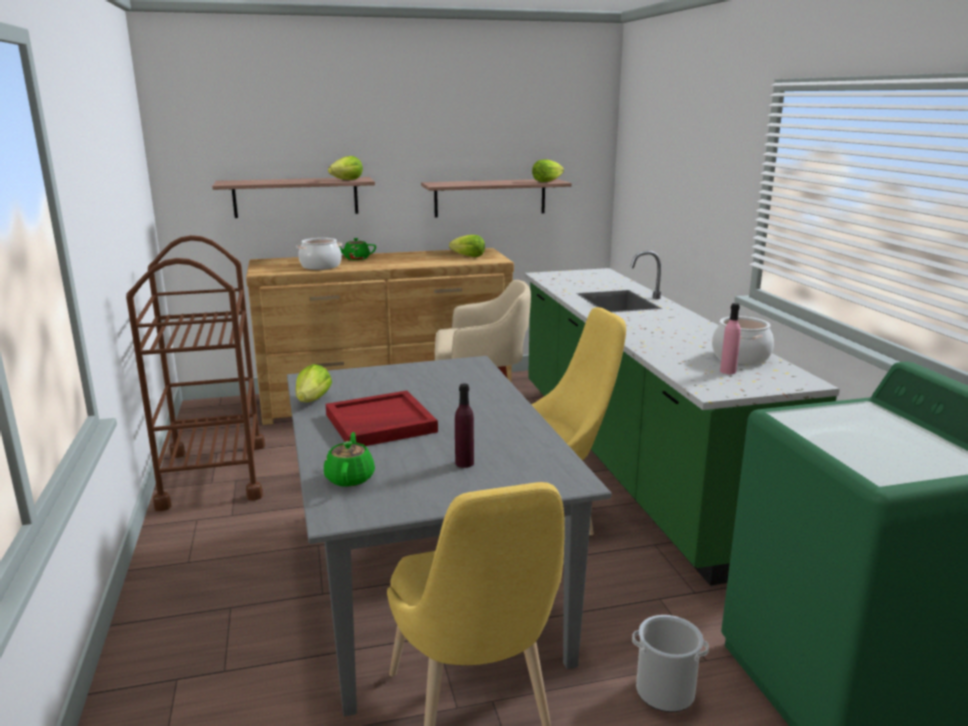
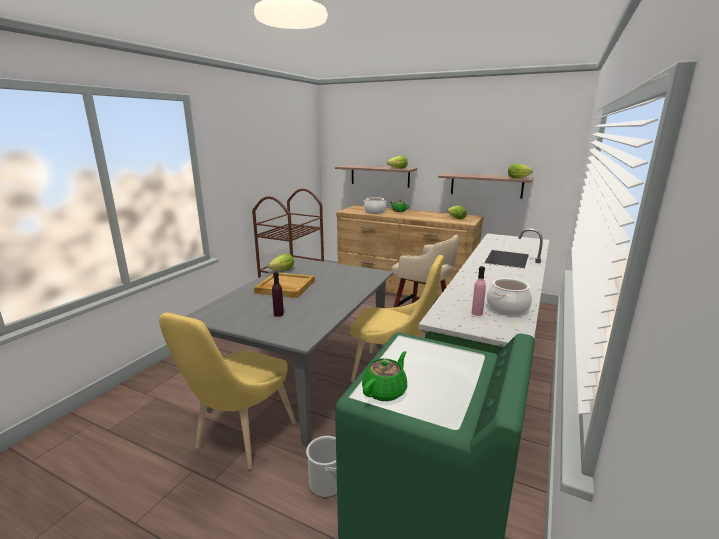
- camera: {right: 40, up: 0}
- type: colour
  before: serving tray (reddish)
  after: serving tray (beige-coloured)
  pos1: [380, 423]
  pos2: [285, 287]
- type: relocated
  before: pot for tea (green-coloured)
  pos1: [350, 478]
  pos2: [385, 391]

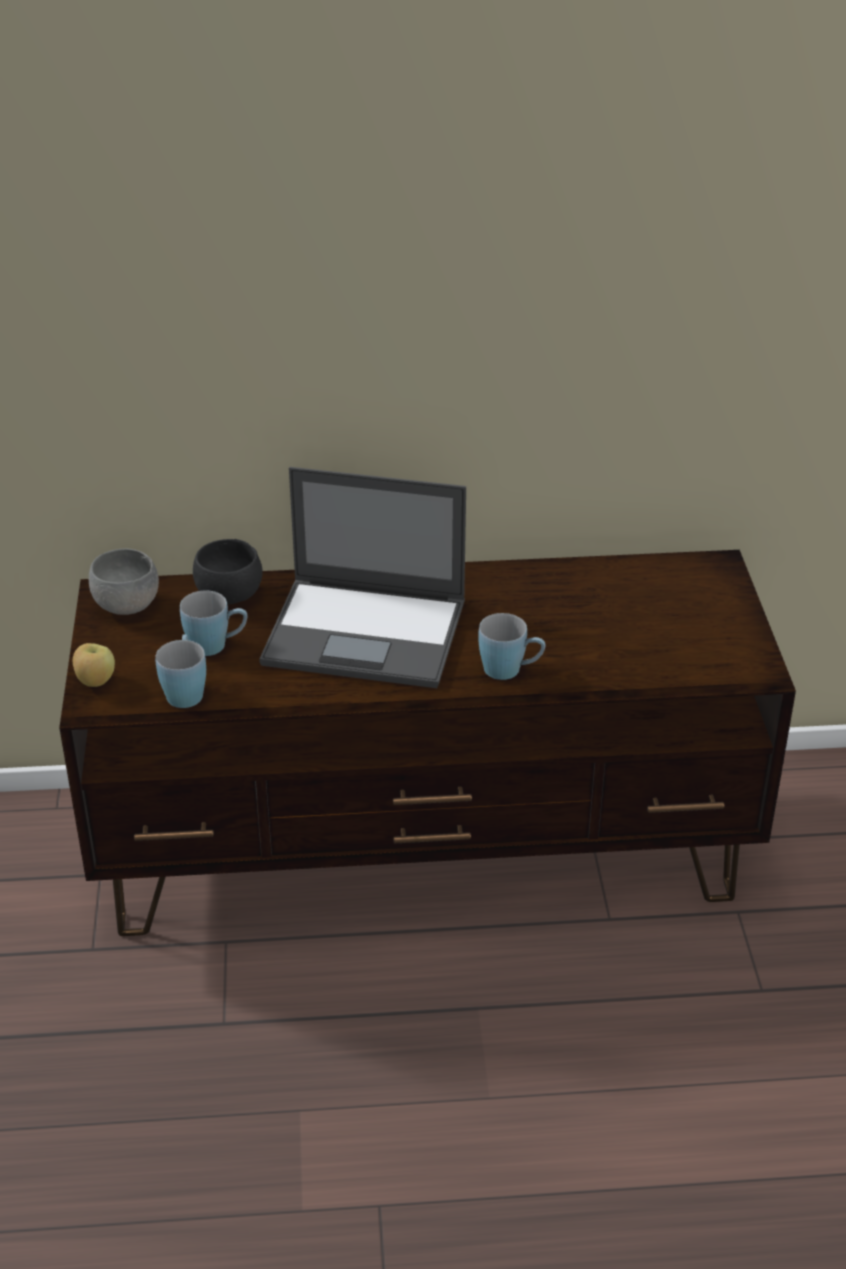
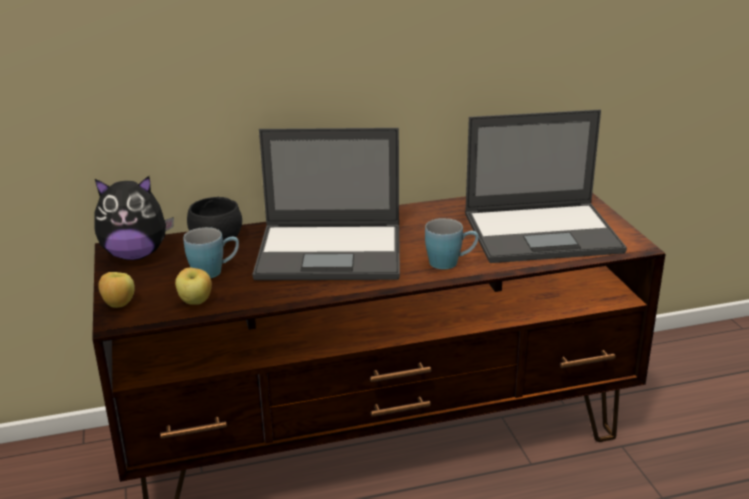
- camera: {right: -10, up: -10}
- type: exchanged
  before: deep dish (greyish)
  after: plush toy
  pos1: [127, 605]
  pos2: [136, 255]
- type: exchanged
  before: tea mug (blue-coloured)
  after: apple
  pos1: [185, 690]
  pos2: [195, 302]
- type: appeared
  after: portable computer
  pos2: [543, 233]

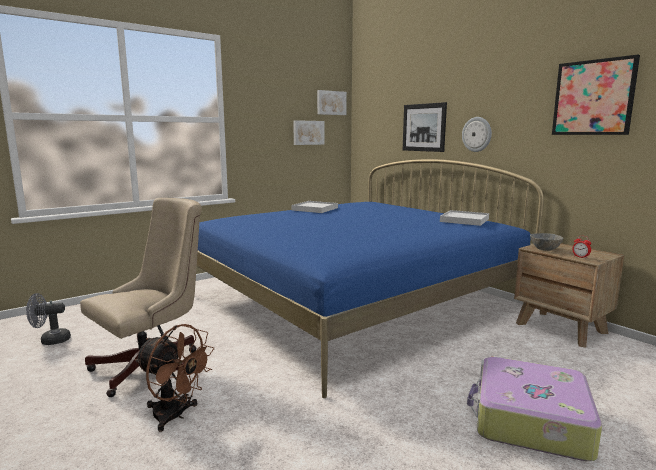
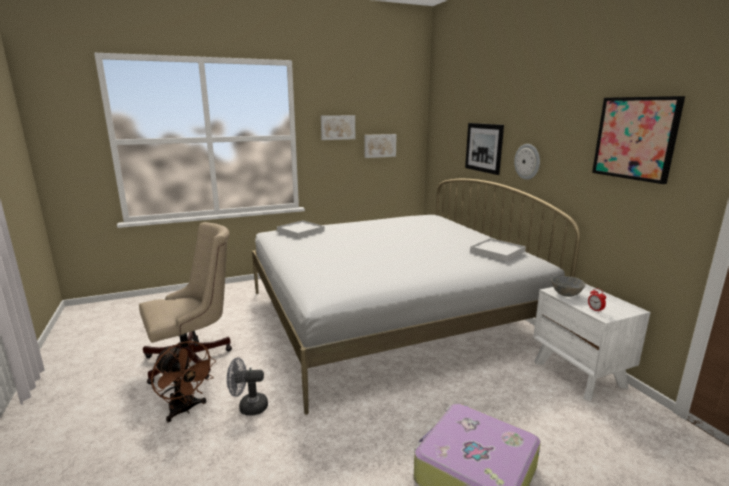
- camera: {right: 15, up: 5}
- type: relocated
  before: fan (greyish)
  pos1: [50, 340]
  pos2: [248, 407]
- type: colour
  before: bed (blue-coloured)
  after: bed (whitish)
  pos1: [354, 302]
  pos2: [390, 316]
- type: relocated
  before: serving tray (whitish)
  pos1: [315, 209]
  pos2: [301, 231]
- type: relocated
  before: wall picture
  pos1: [331, 103]
  pos2: [337, 127]
- type: colour
  before: bedside table (brown)
  after: bedside table (whitish)
  pos1: [561, 328]
  pos2: [579, 374]

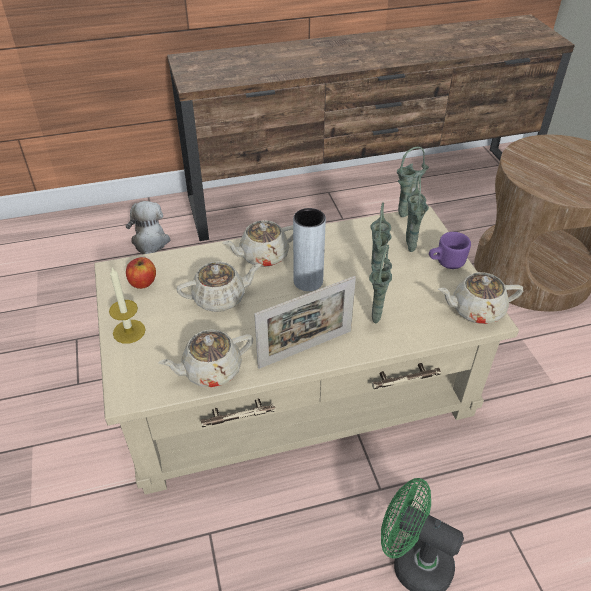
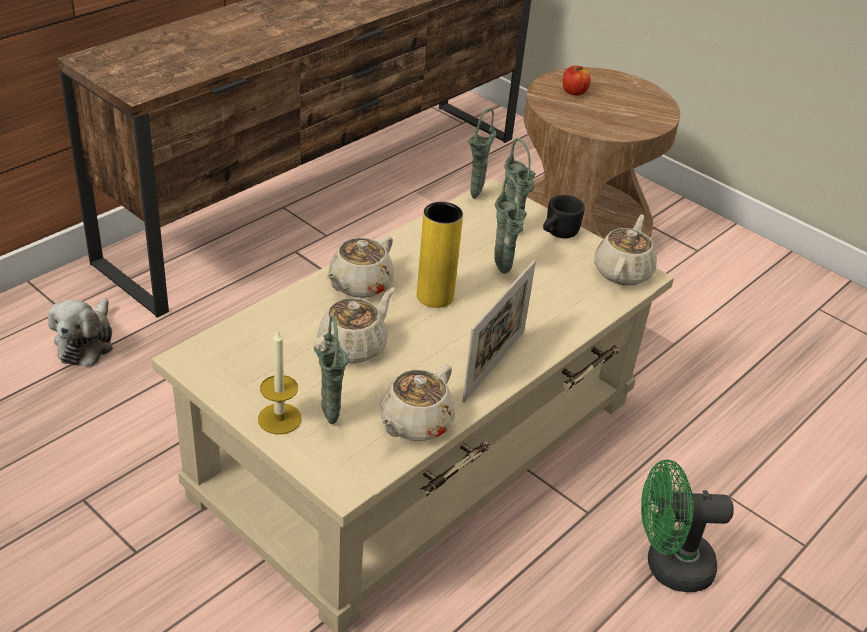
- camera: {right: -35, up: -5}
- type: spun
  before: plush toy
  pos1: [150, 243]
  pos2: [86, 342]
  turn: -135
- type: relocated
  before: vase (green-coloured)
  pos1: [375, 318]
  pos2: [329, 417]
- type: colour
  before: vase (greyish)
  after: vase (yellowish)
  pos1: [308, 281]
  pos2: [435, 296]
- type: colour
  before: tea mug (purplish)
  after: tea mug (black-coloured)
  pos1: [445, 262]
  pos2: [557, 233]
- type: relocated
  before: apple
  pos1: [143, 282]
  pos2: [574, 92]
- type: spun
  before: pot for tea (beige-coloured)
  pos1: [476, 310]
  pos2: [623, 271]
  turn: 150

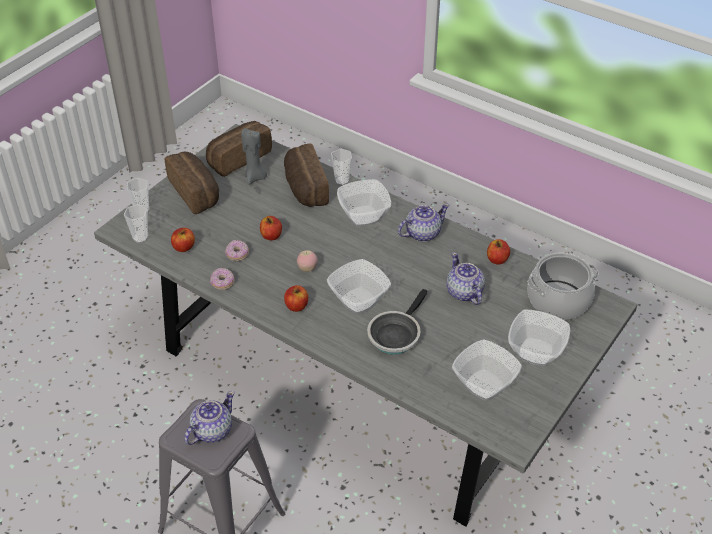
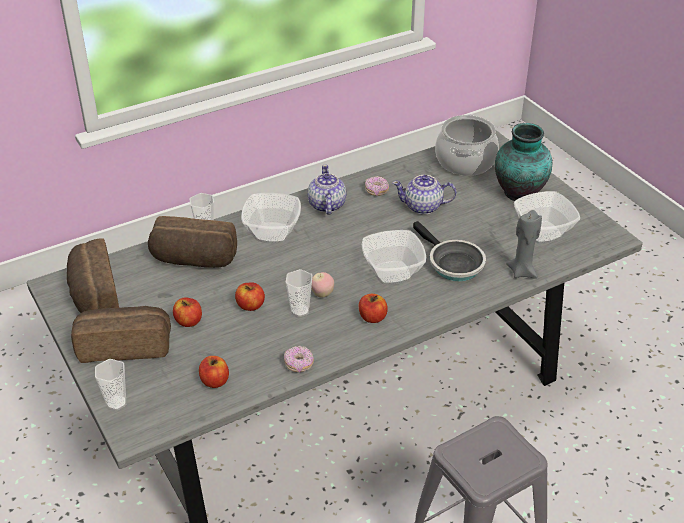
- camera: {right: -65, up: -5}
- type: relocated
  before: apple
  pos1: [497, 259]
  pos2: [188, 321]
- type: relocated
  before: cup
  pos1: [140, 238]
  pos2: [300, 310]
- type: relocated
  before: ring doughnut
  pos1: [237, 254]
  pos2: [376, 191]
- type: exchanged
  before: deep dish
  after: vase
  pos1: [534, 352]
  pos2: [519, 194]
- type: relocated
  before: candle (greyish)
  pos1: [255, 178]
  pos2: [522, 272]
- type: missing
  before: pot for tea
  pos1: [211, 431]

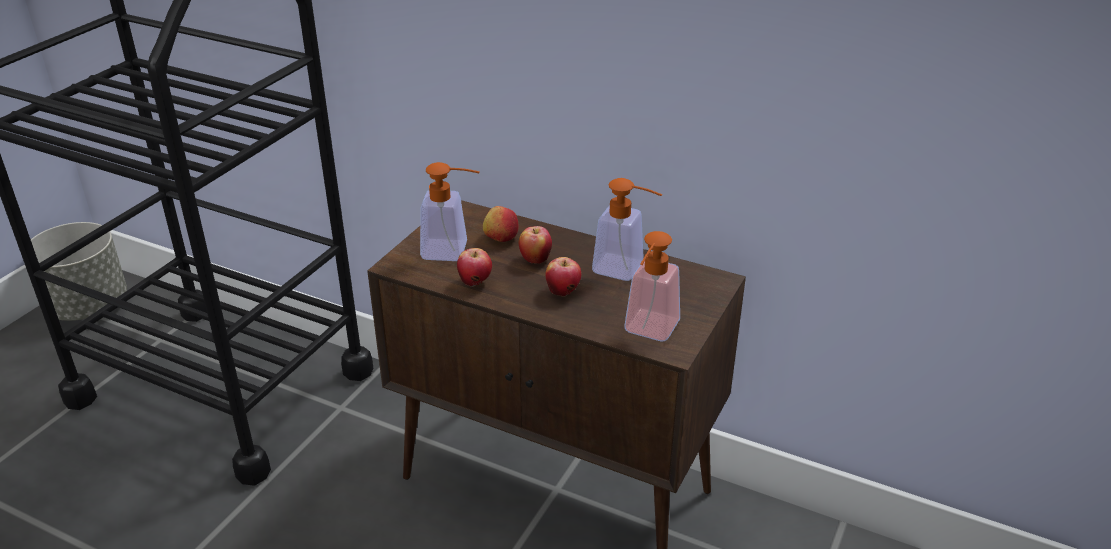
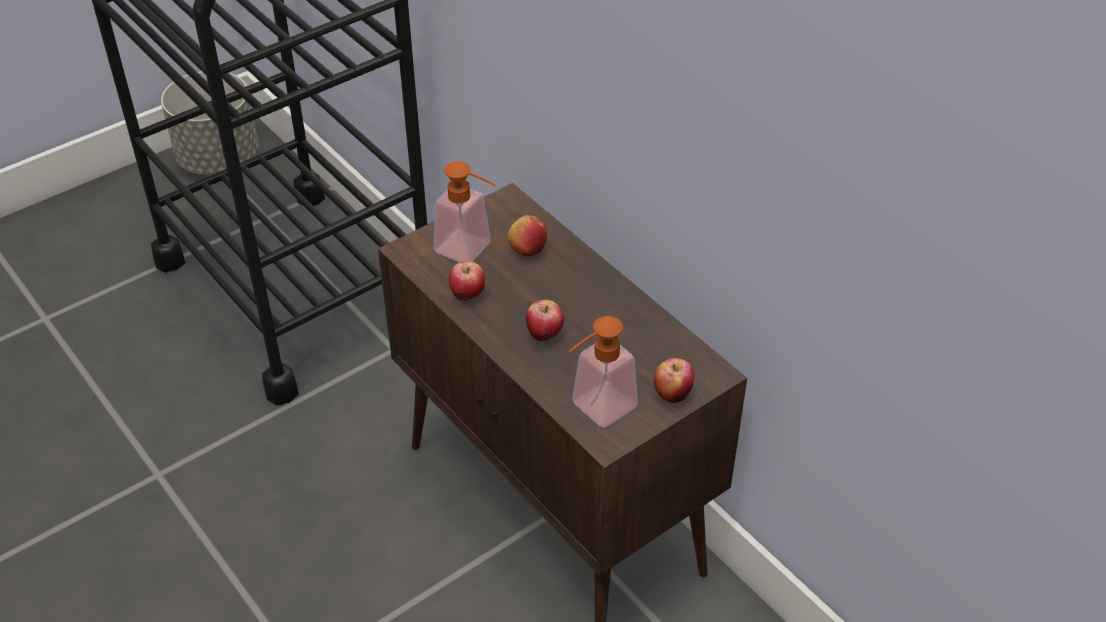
- camera: {right: 25, up: 10}
- type: relocated
  before: apple
  pos1: [535, 260]
  pos2: [672, 394]
- type: missing
  before: soap bottle
  pos1: [626, 270]

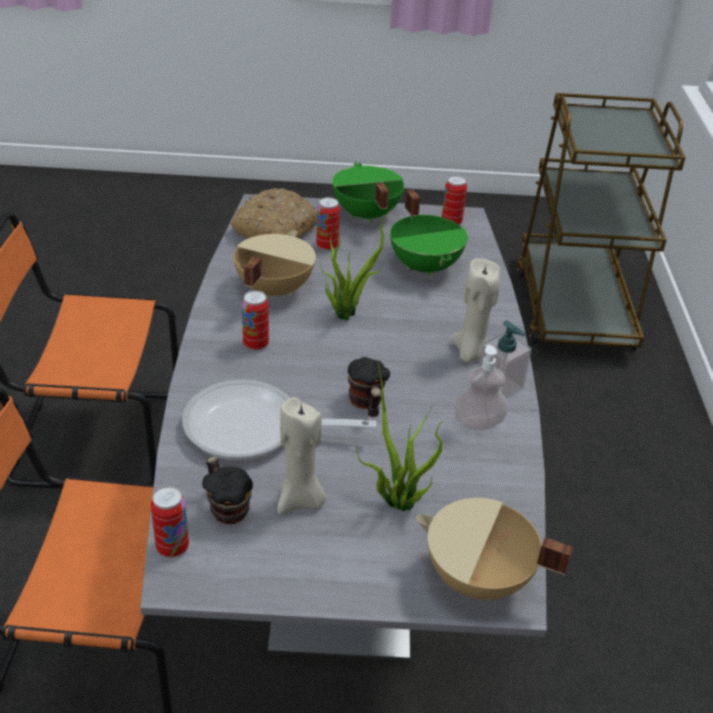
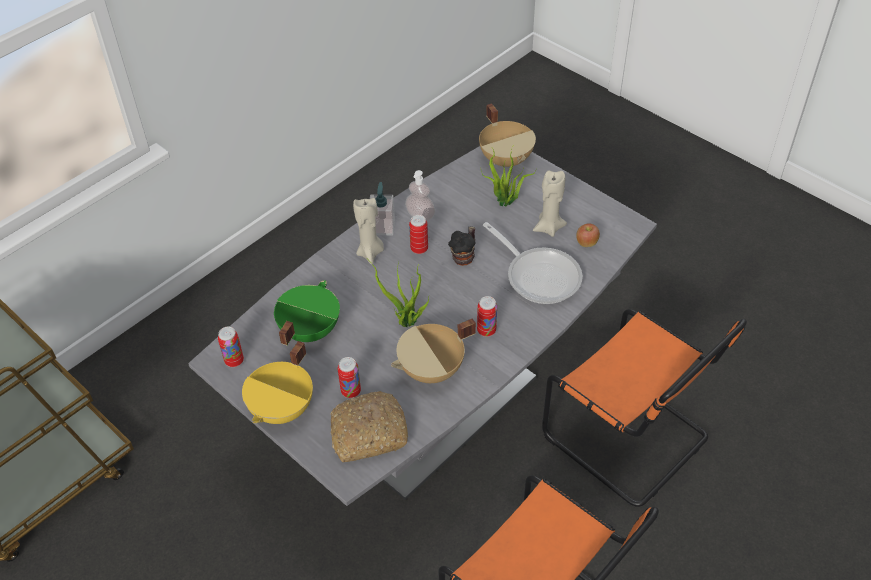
- camera: {right: -135, up: 10}
- type: colour
  before: stockpot (green-coloured)
  after: stockpot (yellowish)
  pos1: [365, 215]
  pos2: [283, 409]
- type: relocated
  before: can
  pos1: [172, 547]
  pos2: [419, 249]
- type: exchanged
  before: tea mug
  after: apple
  pos1: [227, 507]
  pos2: [586, 243]

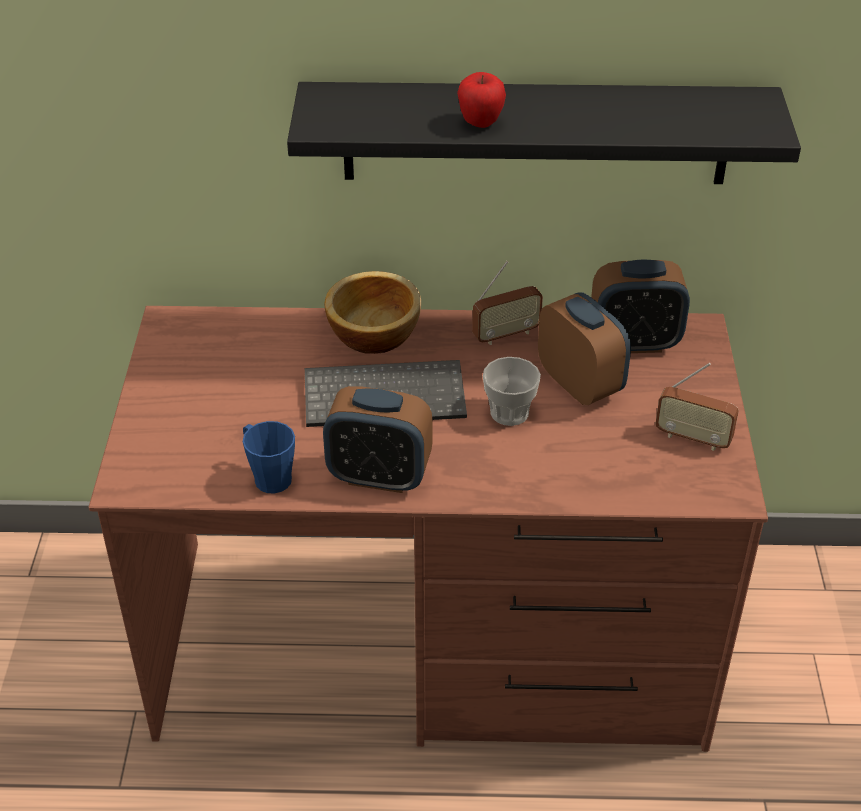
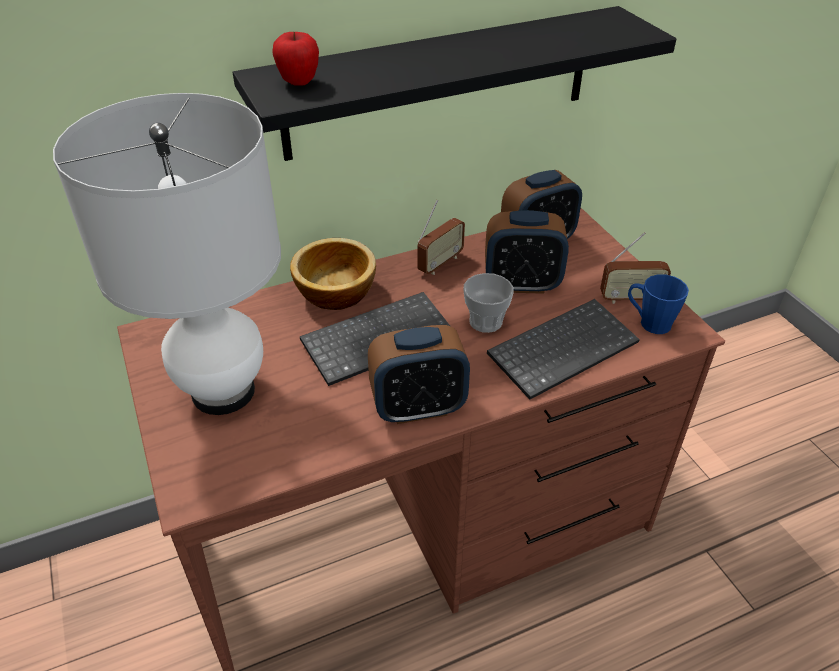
- camera: {right: -25, up: 0}
- type: appeared
  after: tabletop lamp (whitish)
  pos2: [223, 391]
- type: relocated
  before: apple
  pos1: [480, 123]
  pos2: [299, 82]
- type: spun
  before: alarm clock
  pos1: [580, 384]
  pos2: [521, 284]
  turn: 150
- type: appeared
  after: keyboard
  pos2: [562, 348]
- type: relocated
  before: tea mug (blue-coloured)
  pos1: [268, 476]
  pos2: [649, 322]

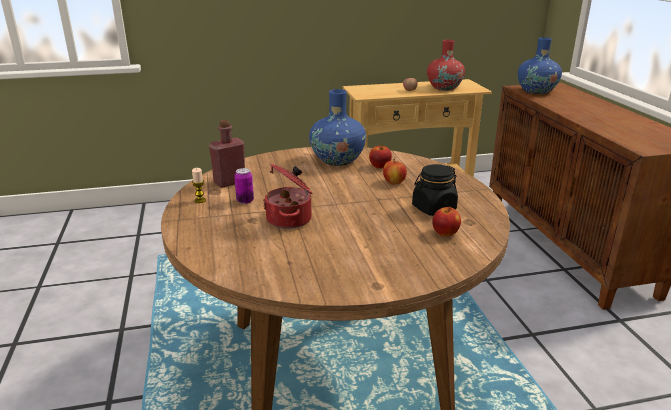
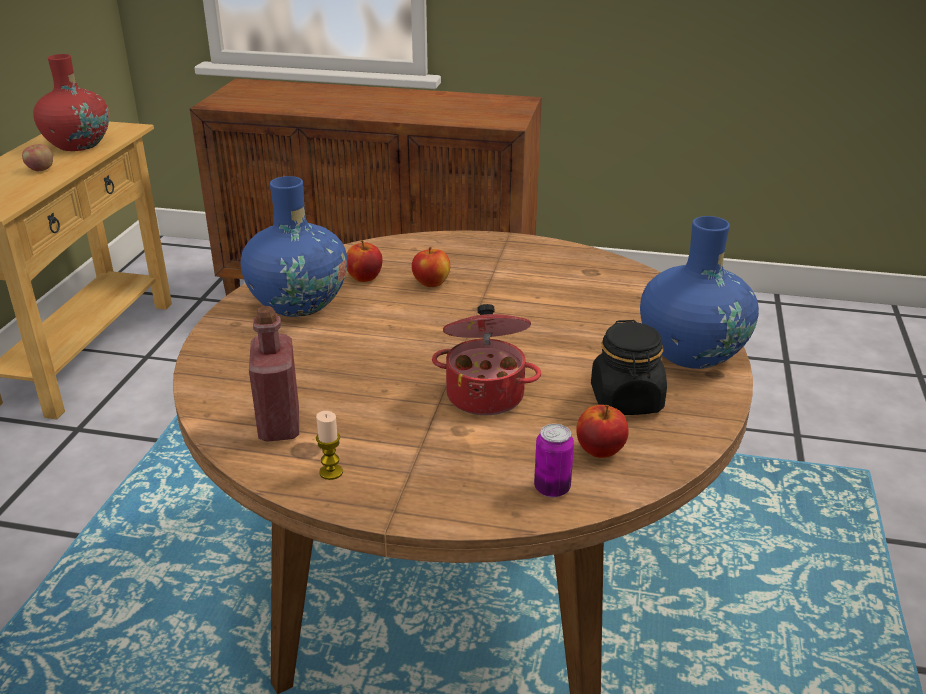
- camera: {right: -65, up: 5}
- type: relocated
  before: can
  pos1: [245, 201]
  pos2: [552, 488]
- type: relocated
  before: apple
  pos1: [445, 233]
  pos2: [600, 450]
- type: relocated
  before: storage jar (black-coloured)
  pos1: [433, 208]
  pos2: [626, 400]
- type: relocated
  before: vase (blue-coloured)
  pos1: [536, 91]
  pos2: [691, 352]

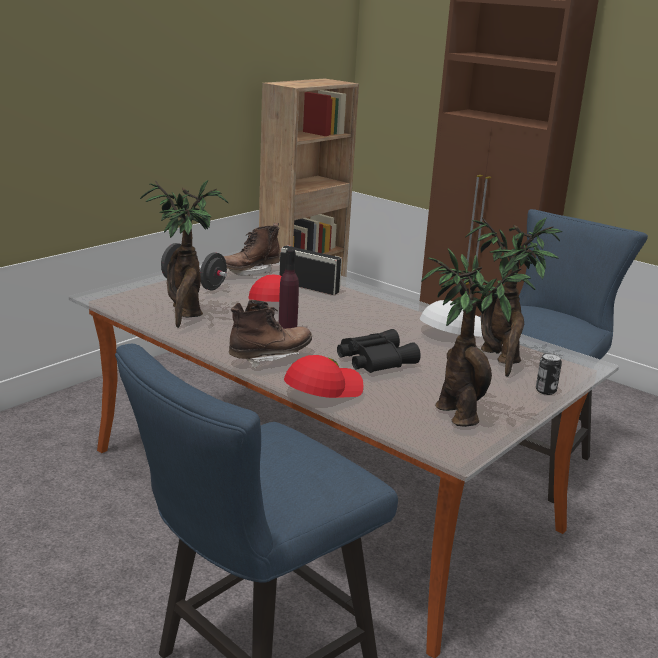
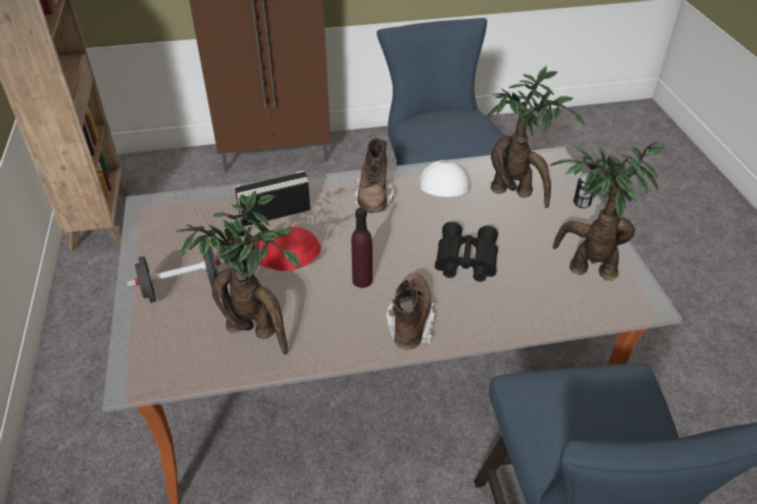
- camera: {right: -50, up: 20}
- type: relocated
  before: tall boot (brown)
  pos1: [249, 272]
  pos2: [373, 199]
- type: missing
  before: baseball cap (reddish)
  pos1: [322, 389]

